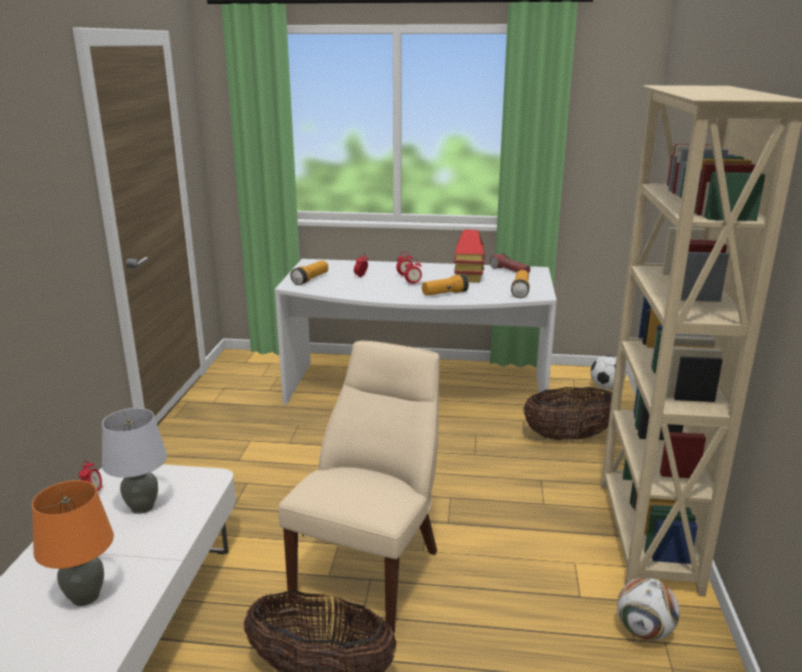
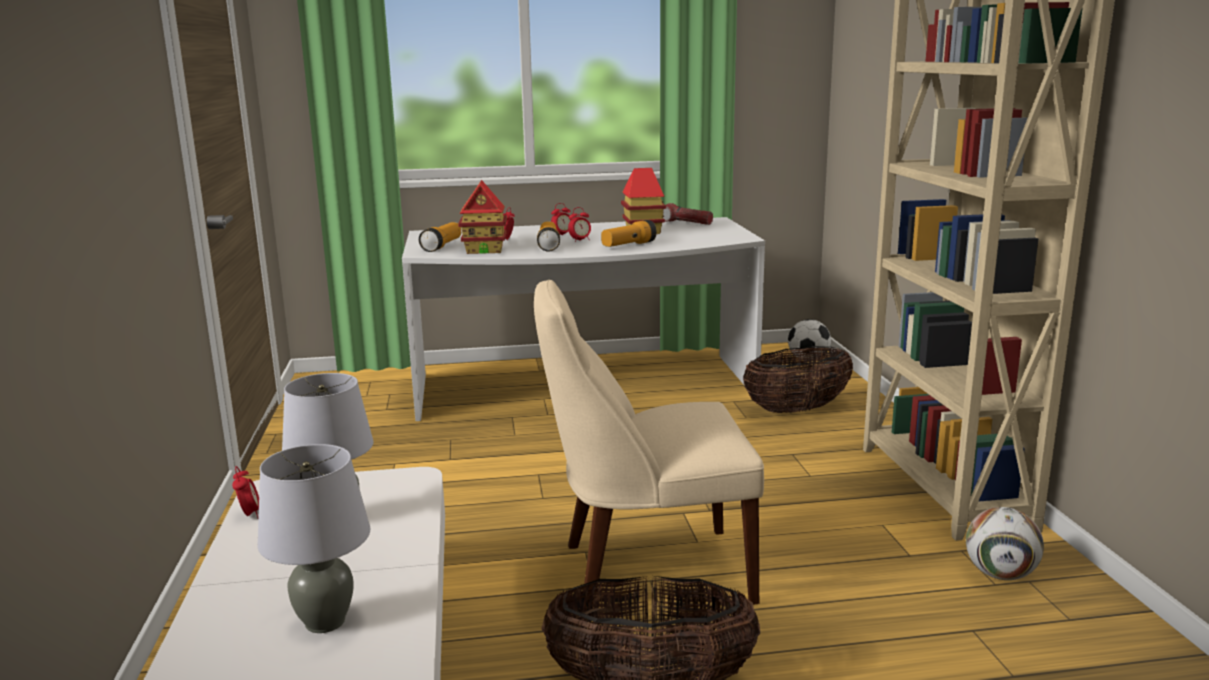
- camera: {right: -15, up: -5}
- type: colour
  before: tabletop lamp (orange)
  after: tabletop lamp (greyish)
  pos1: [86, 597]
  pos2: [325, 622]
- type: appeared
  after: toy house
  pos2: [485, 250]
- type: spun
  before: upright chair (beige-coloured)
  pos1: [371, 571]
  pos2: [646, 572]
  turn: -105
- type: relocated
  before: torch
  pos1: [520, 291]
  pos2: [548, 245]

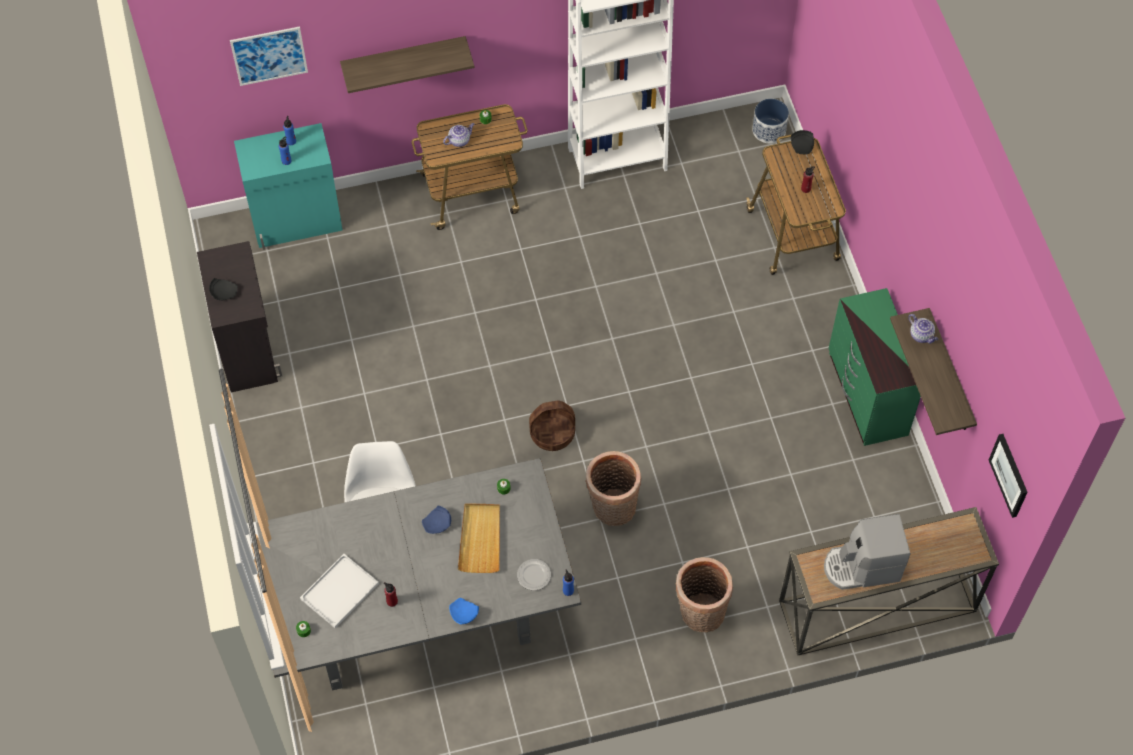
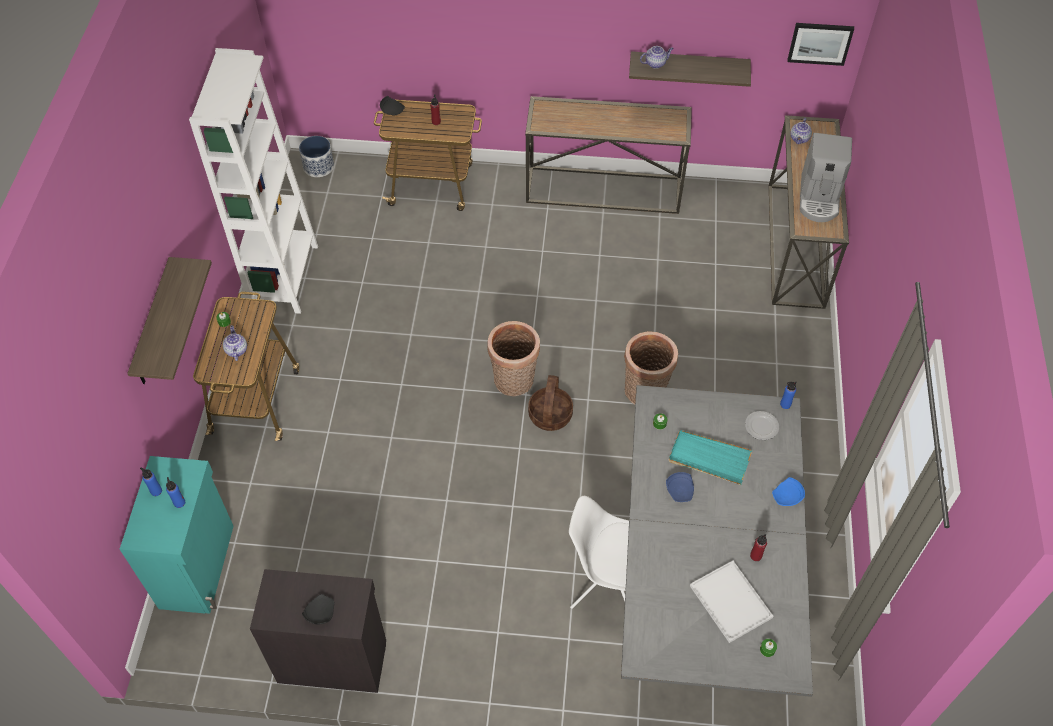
- camera: {right: -70, up: -5}
- type: relocated
  before: storage basket
  pos1: [700, 614]
  pos2: [514, 382]
- type: exchanged
  before: dresser (green-coloured)
  after: console table
  pos1: [866, 395]
  pos2: [604, 189]
- type: colour
  before: serving tray (beige-coloured)
  after: serving tray (blue-green)
  pos1: [480, 539]
  pos2: [709, 458]
- type: appeared
  after: pot for tea
  pos2: [799, 139]
- type: missing
  before: wall picture
  pos1: [269, 55]

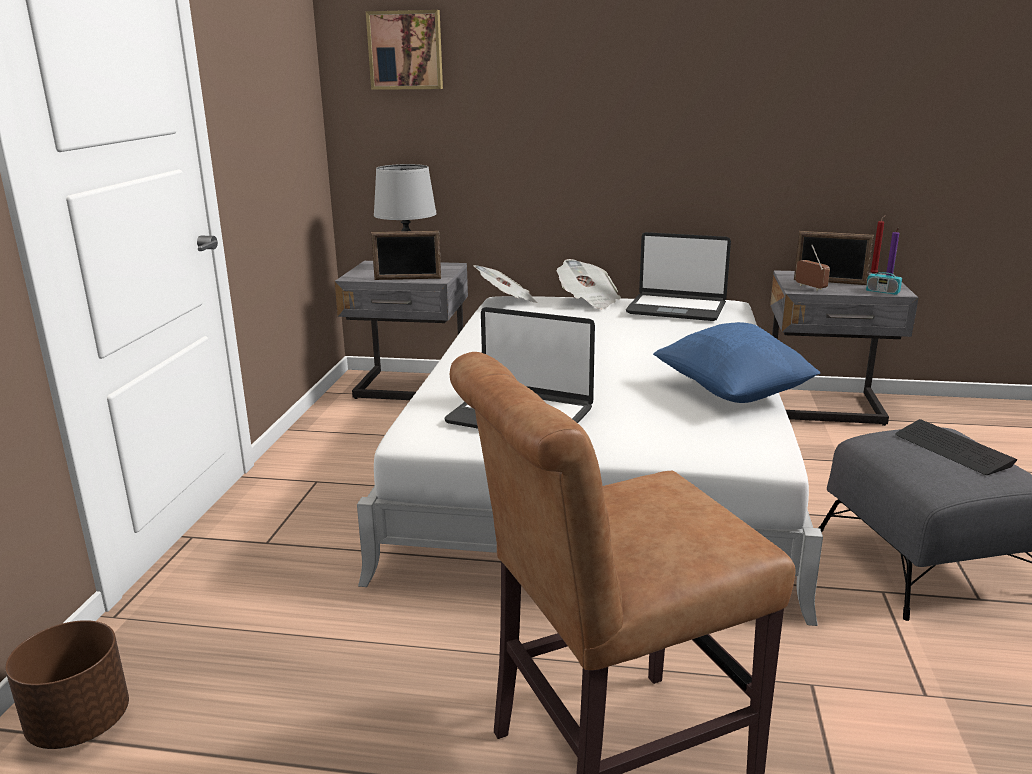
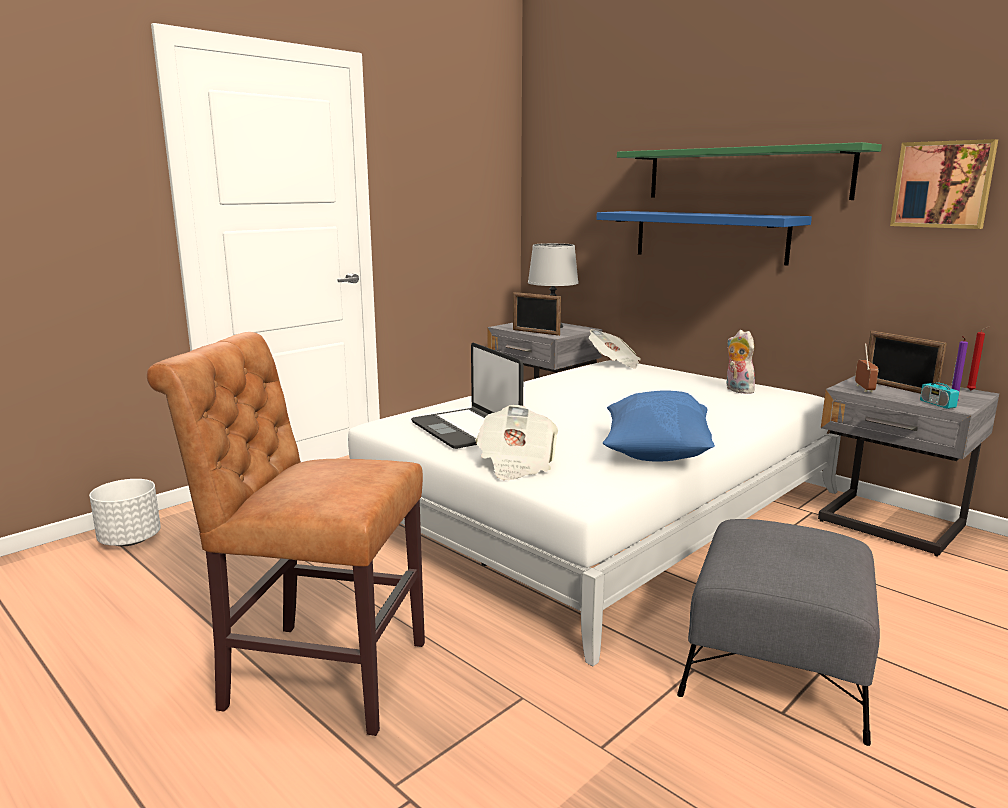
- camera: {right: 35, up: -5}
- type: colour
  before: plant pot (brown)
  after: plant pot (whitish)
  pos1: [79, 724]
  pos2: [130, 540]
- type: relocated
  before: printed paper
  pos1: [588, 301]
  pos2: [516, 464]
- type: appeared
  after: shelf (blue-coloured)
  pos2: [709, 236]
- type: appeared
  after: shelf (green-coloured)
  pos2: [745, 174]
- type: exchanged
  before: portable computer
  after: plush toy
  pos1: [676, 308]
  pos2: [737, 390]
- type: relocated
  before: wall picture
  pos1: [406, 50]
  pos2: [943, 184]
- type: missing
  before: keyboard
  pos1: [952, 449]

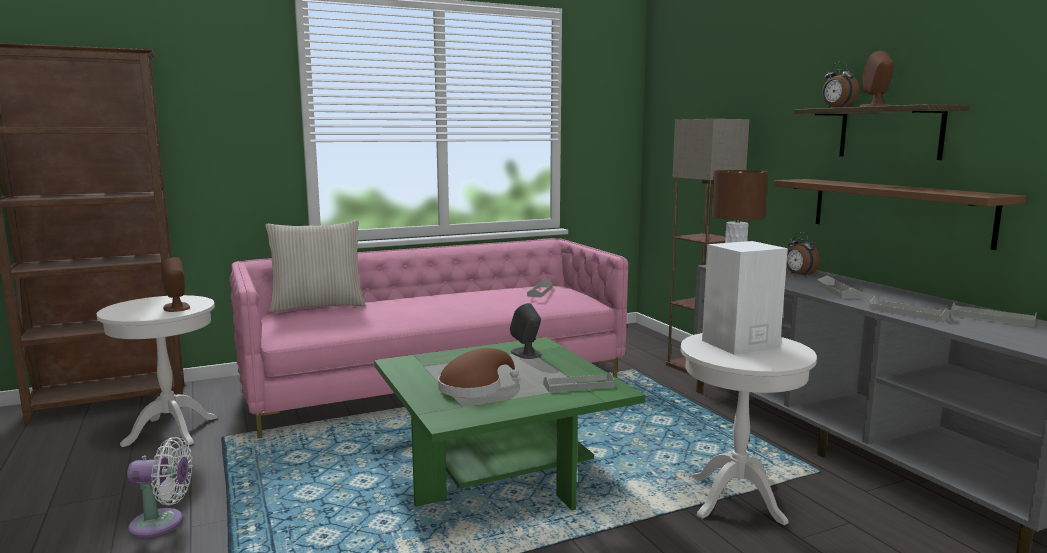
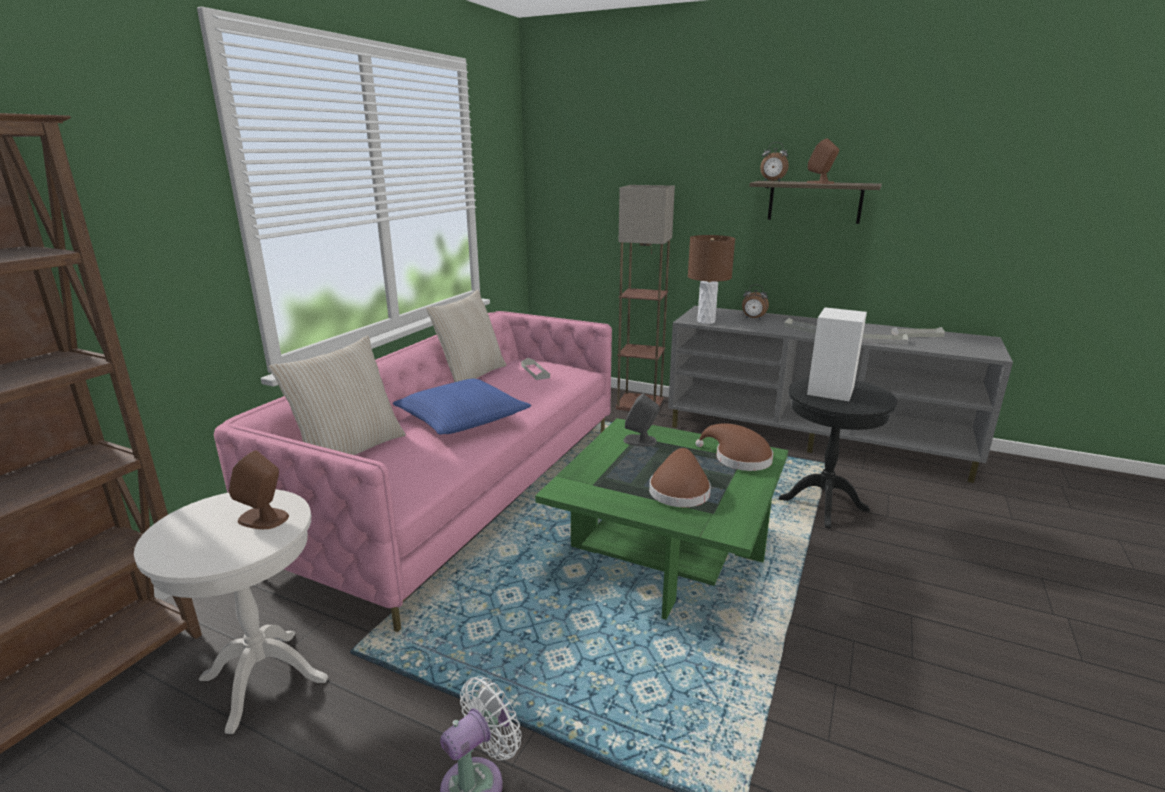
- camera: {right: -40, up: 10}
- type: appeared
  after: cushion (blue-coloured)
  pos2: [462, 419]
- type: appeared
  after: cushion (beige-coloured)
  pos2: [471, 376]
- type: exchanged
  before: serving tray (greyish)
  after: clothing hat (brown)
  pos1: [578, 385]
  pos2: [738, 458]
- type: colour
  before: side table (whitish)
  after: side table (black-coloured)
  pos1: [736, 499]
  pos2: [823, 505]
- type: missing
  before: shelf (brown)
  pos1: [897, 210]

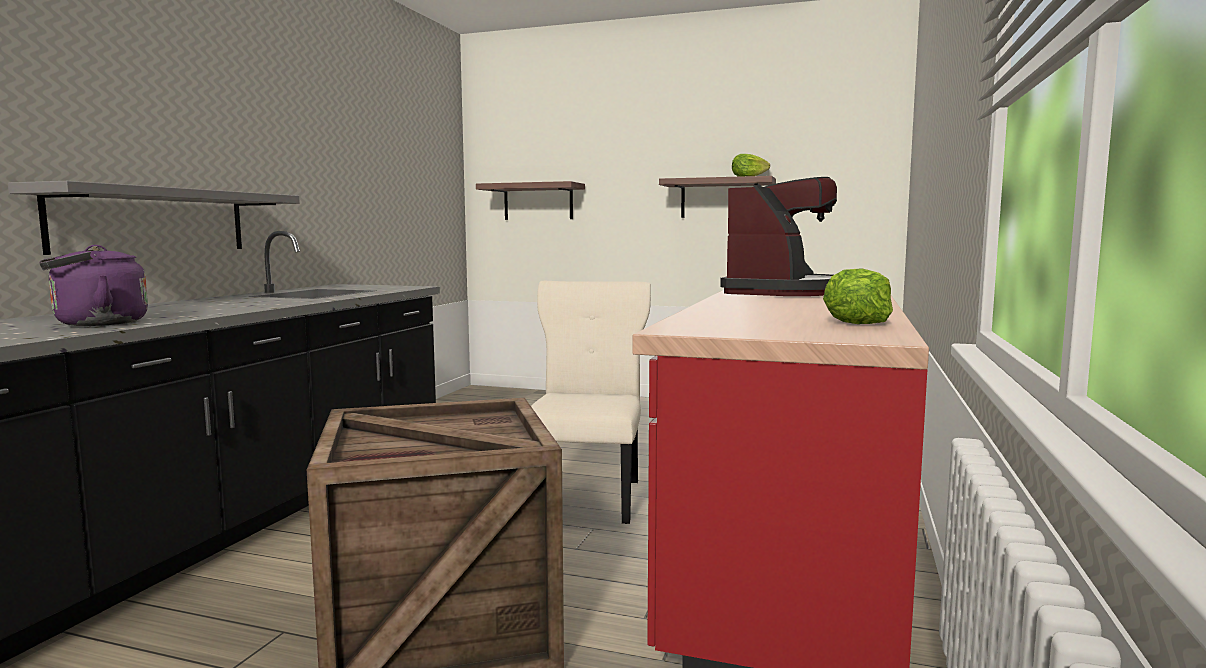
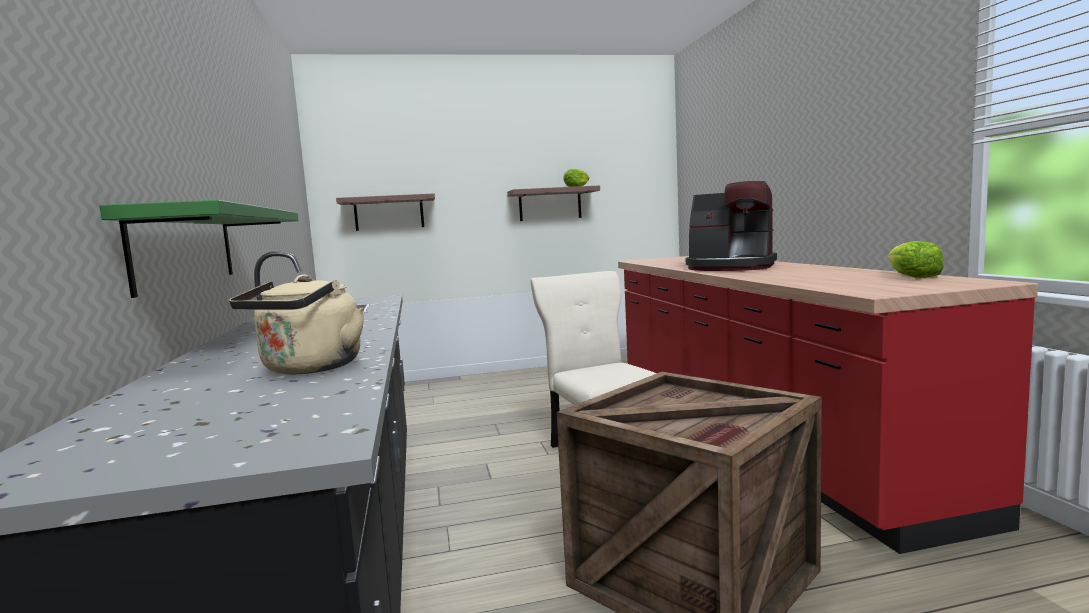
- camera: {right: -30, up: 0}
- type: colour
  before: shelf (greyish)
  after: shelf (green-coloured)
  pos1: [153, 221]
  pos2: [186, 248]
- type: colour
  before: tea kettle (purplish)
  after: tea kettle (beige-coloured)
  pos1: [95, 324]
  pos2: [309, 369]
- type: spun
  before: coffee brewer
  pos1: [784, 292]
  pos2: [731, 267]
  turn: 120

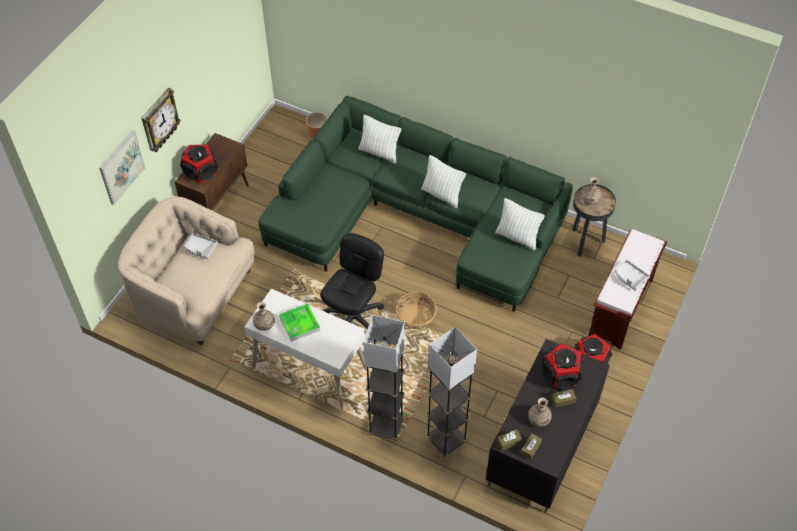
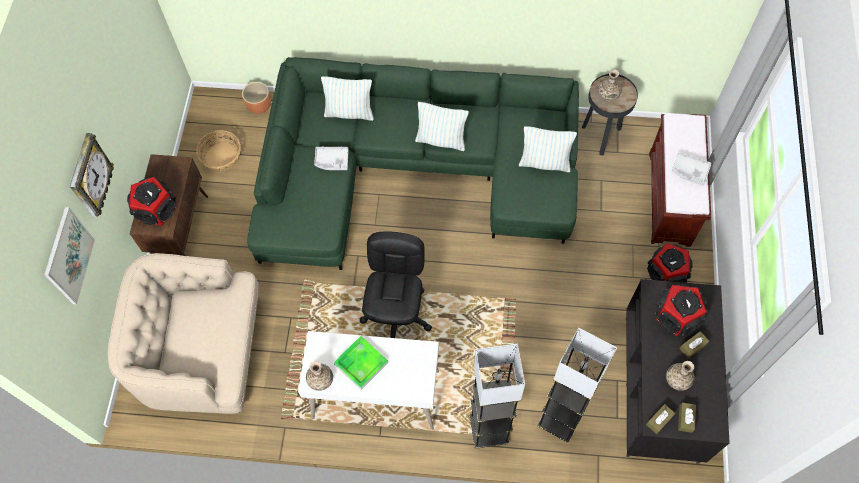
- camera: {right: -20, up: 10}
- type: relocated
  before: storage basket
  pos1: [415, 316]
  pos2: [221, 157]
- type: relocated
  before: serving tray (greyish)
  pos1: [201, 249]
  pos2: [332, 161]

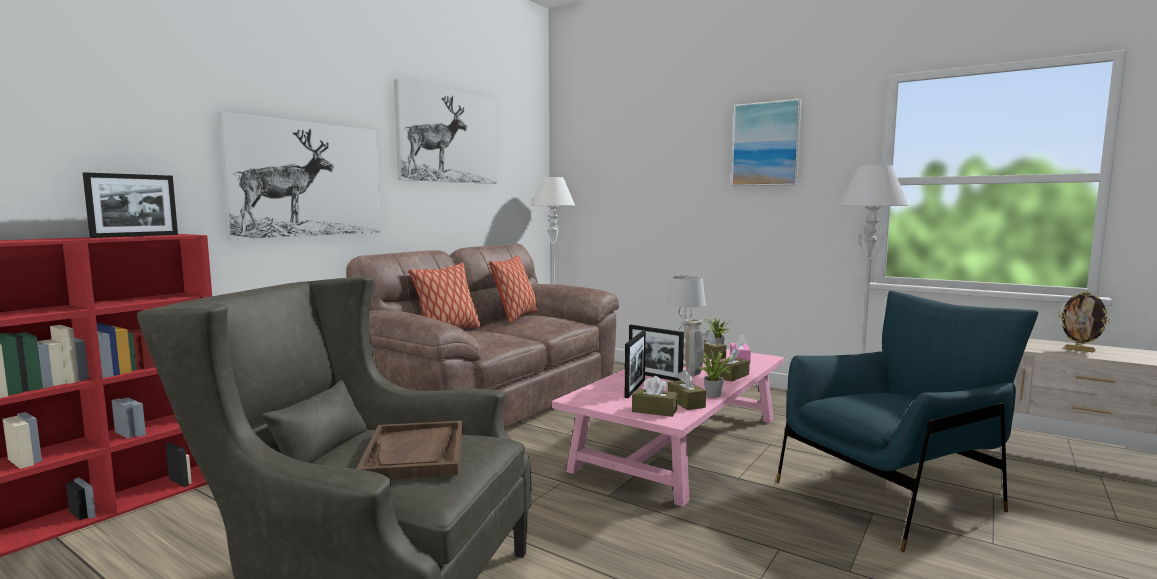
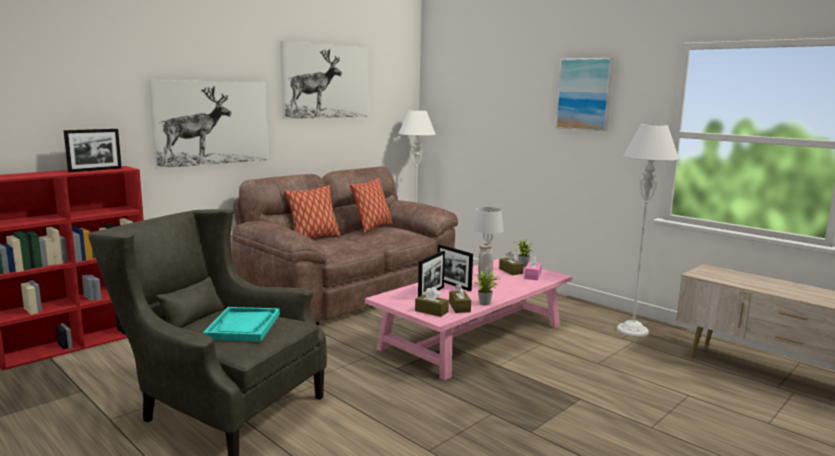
- camera: {right: 10, up: 5}
- type: colour
  before: serving tray (brown)
  after: serving tray (blue-green)
  pos1: [415, 453]
  pos2: [243, 326]
- type: missing
  before: tissue holder (brown)
  pos1: [732, 376]
- type: missing
  before: lounge chair (blue-coloured)
  pos1: [891, 495]
- type: missing
  before: photo frame
  pos1: [1079, 350]

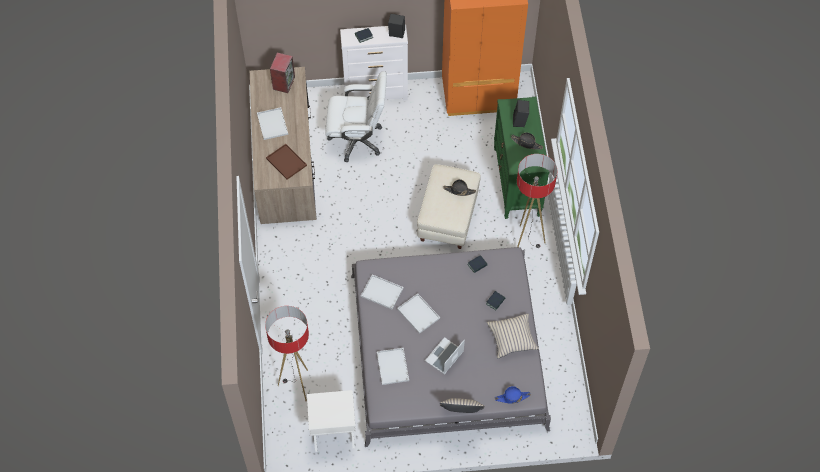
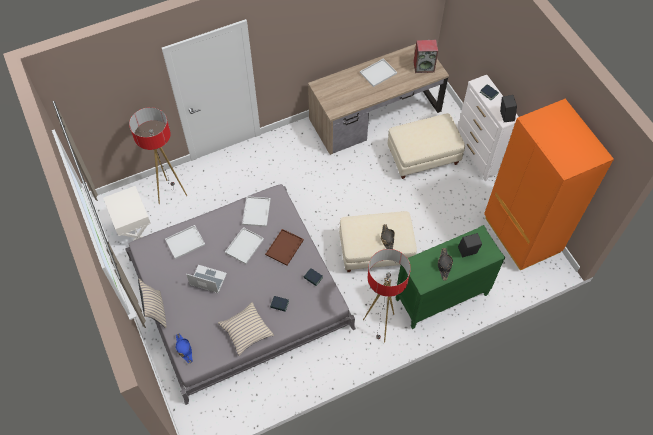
- camera: {right: 70, up: 0}
- type: relocated
  before: serving tray (brown)
  pos1: [287, 162]
  pos2: [284, 248]
- type: exchanged
  before: office chair (whitish)
  after: pouffe (beige-coloured)
  pos1: [357, 140]
  pos2: [423, 157]

